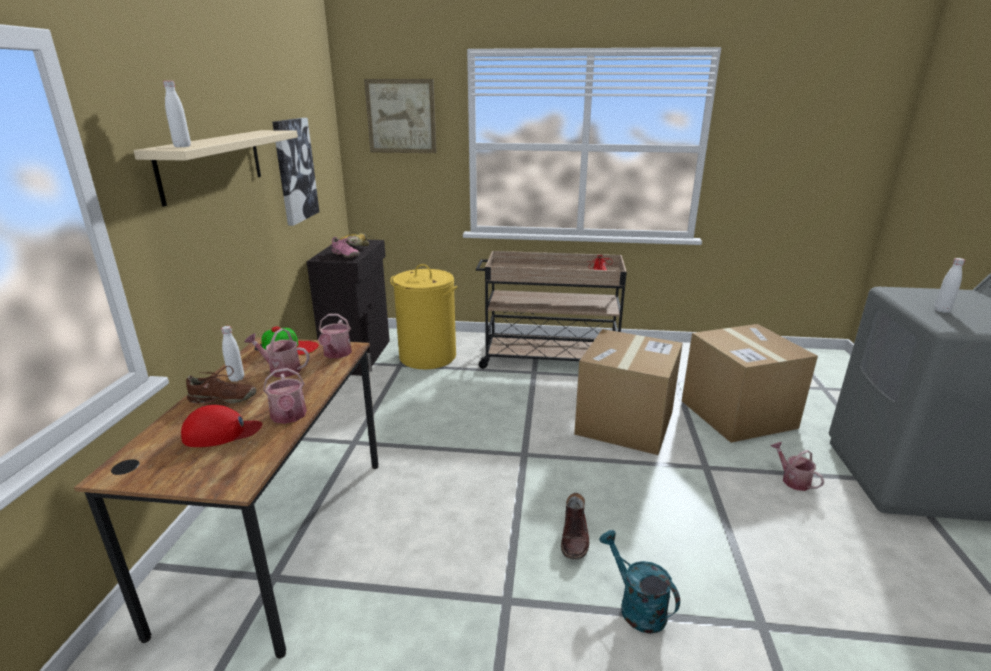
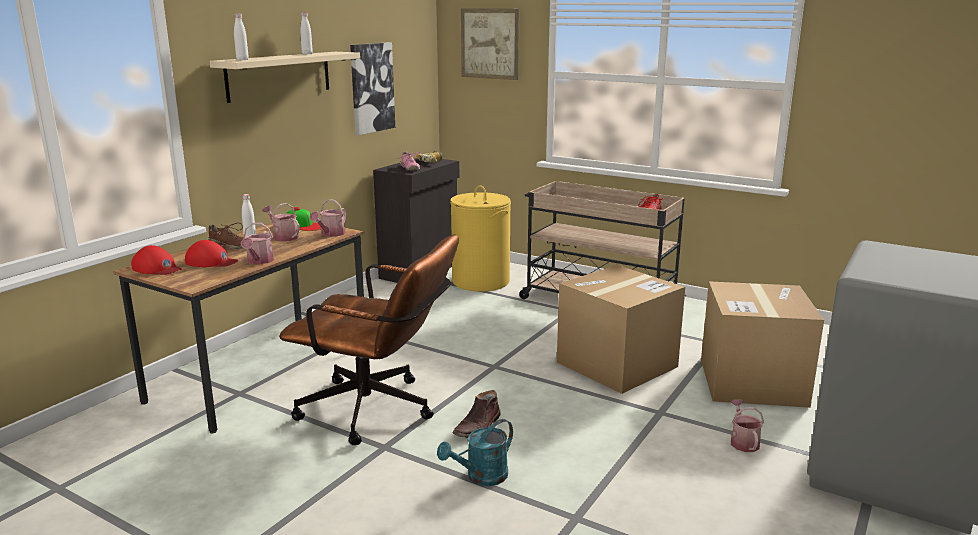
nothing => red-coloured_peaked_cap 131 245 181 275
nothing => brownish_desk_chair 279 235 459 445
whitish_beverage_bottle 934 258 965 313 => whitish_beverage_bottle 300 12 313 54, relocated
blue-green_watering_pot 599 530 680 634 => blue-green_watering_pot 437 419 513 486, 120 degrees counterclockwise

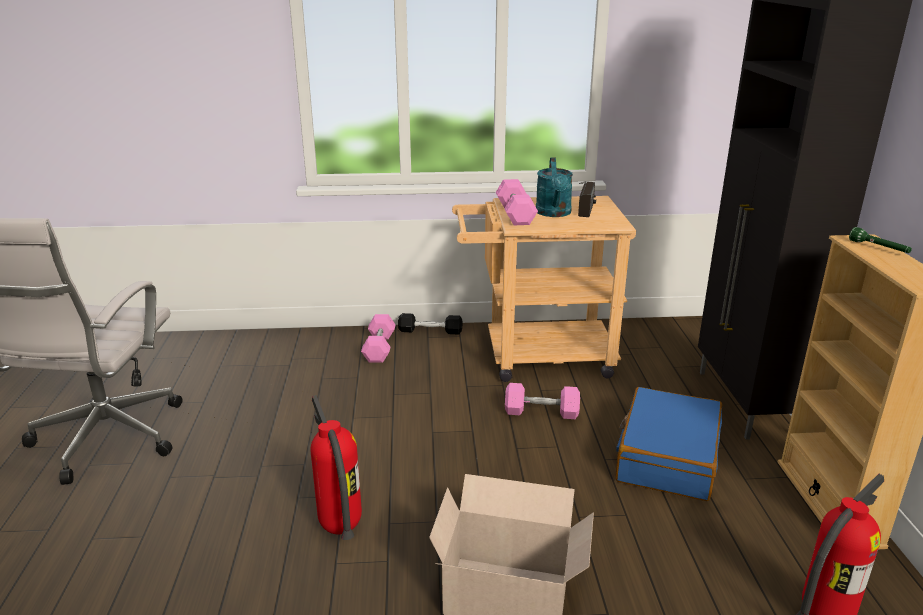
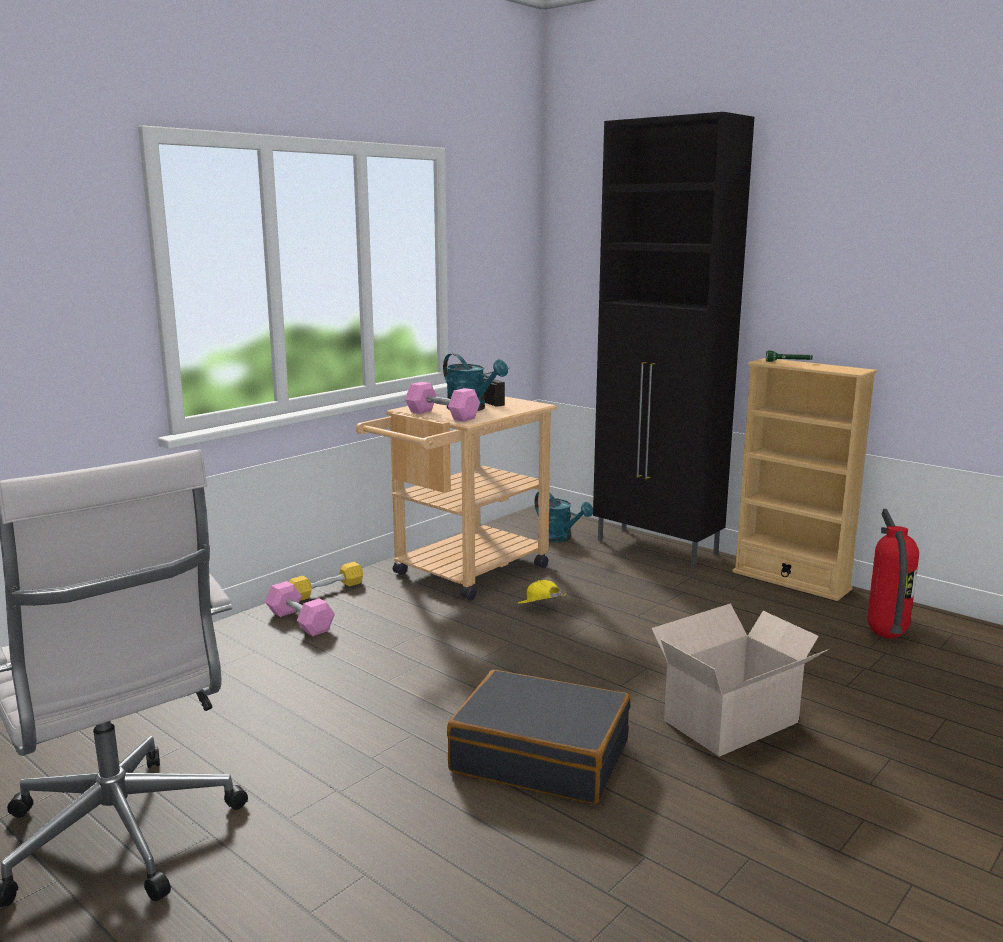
blackish_free_weight 398 313 462 334 => yellowish_free_weight 289 562 363 601
extinguisher 310 395 362 540 => blackish_suitcase 447 670 631 804
pink_free_weight 505 383 580 419 => yellowish_peaked_cap 517 580 566 604
nothing => blue-green_watering_pot 535 491 593 543
blue_suitcase 615 387 722 501 => nothing

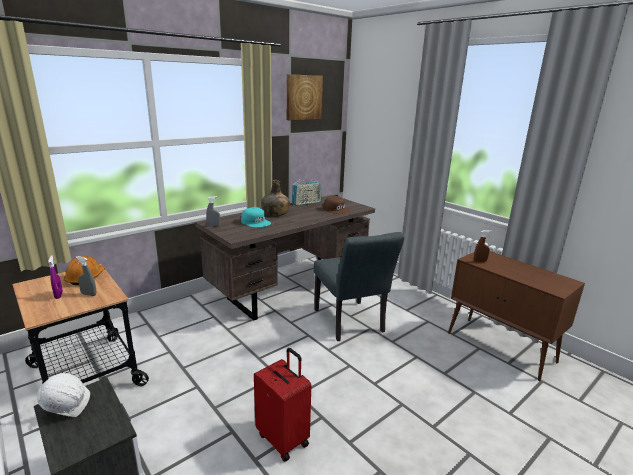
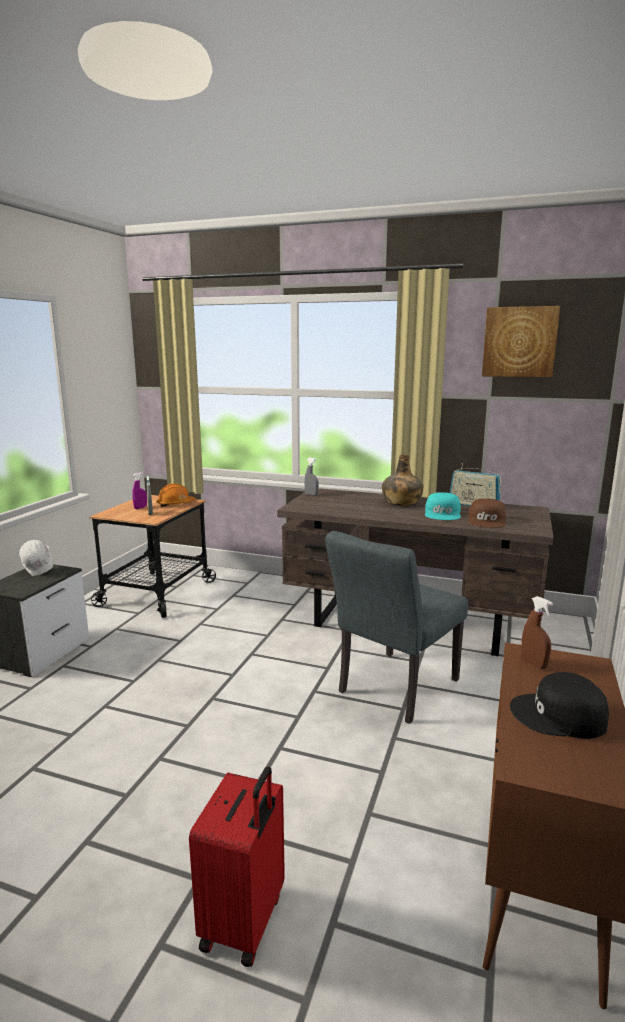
red-coloured_suitcase 254 348 311 462 => red-coloured_suitcase 189 766 285 967, relocated
blue-green_peaked_cap 241 207 271 228 => blue-green_peaked_cap 425 492 461 520, relocated
nothing => blackish_peaked_cap 510 672 609 739

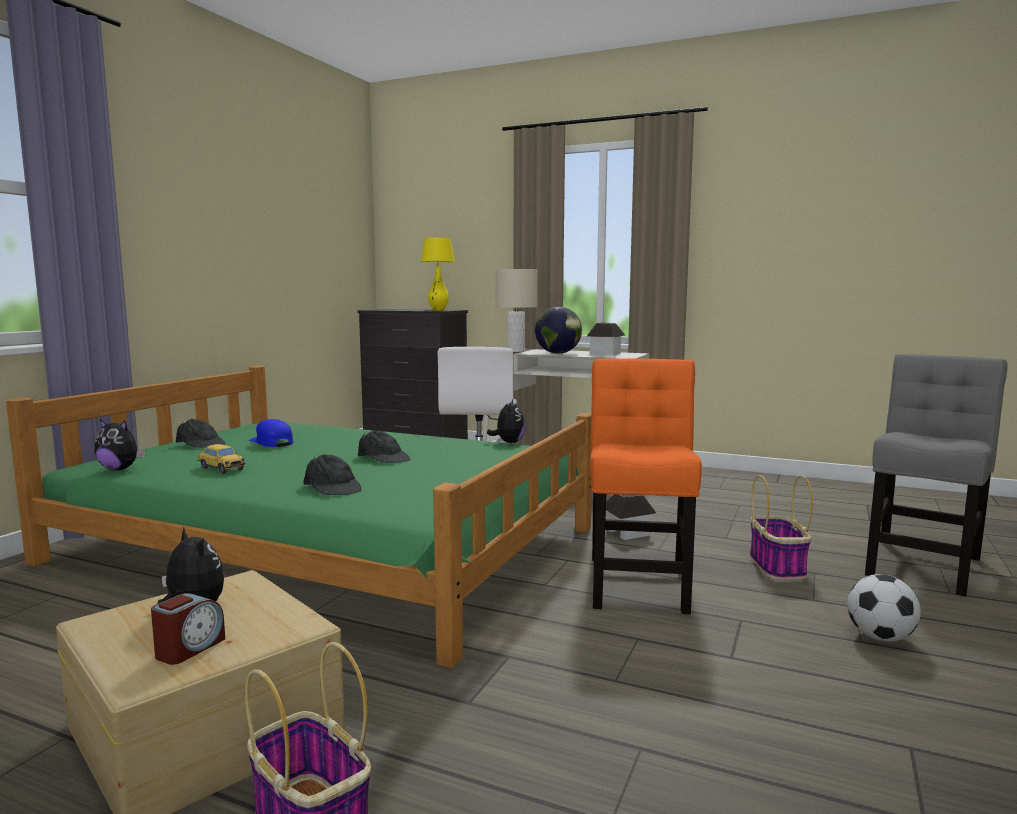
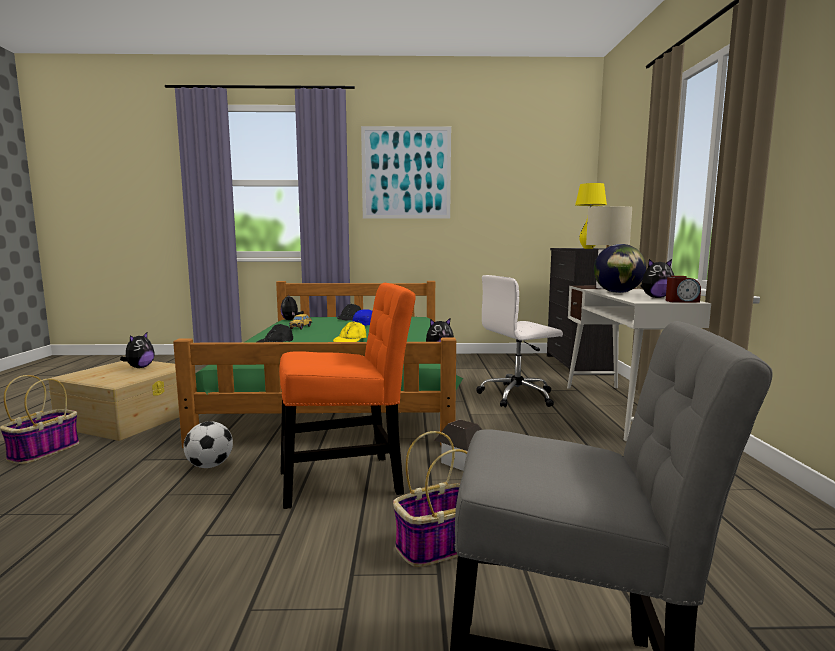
football 847 574 921 642 => football 183 421 233 468, relocated
blackish_peaked_cap 358 430 411 463 => yellowish_peaked_cap 333 321 367 342
nothing => wall_art 361 126 451 219
miniature_house 587 322 625 355 => plush_toy 640 259 674 298
table_clock 151 593 225 665 => table_clock 666 276 701 303, relocated

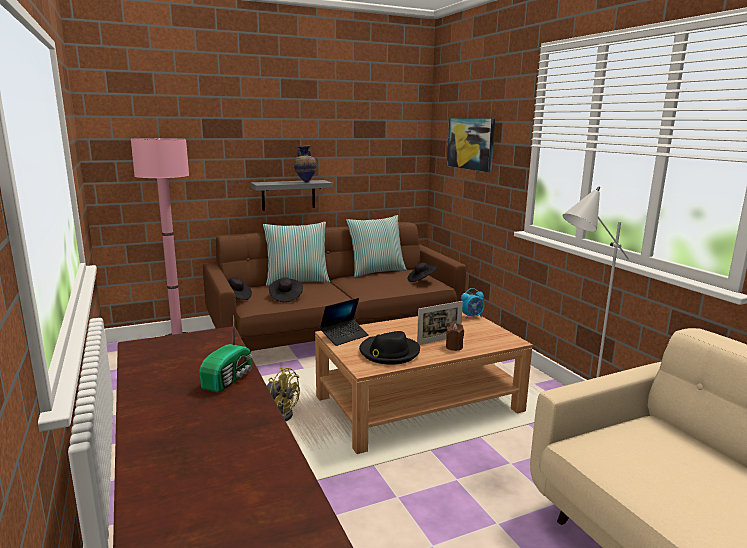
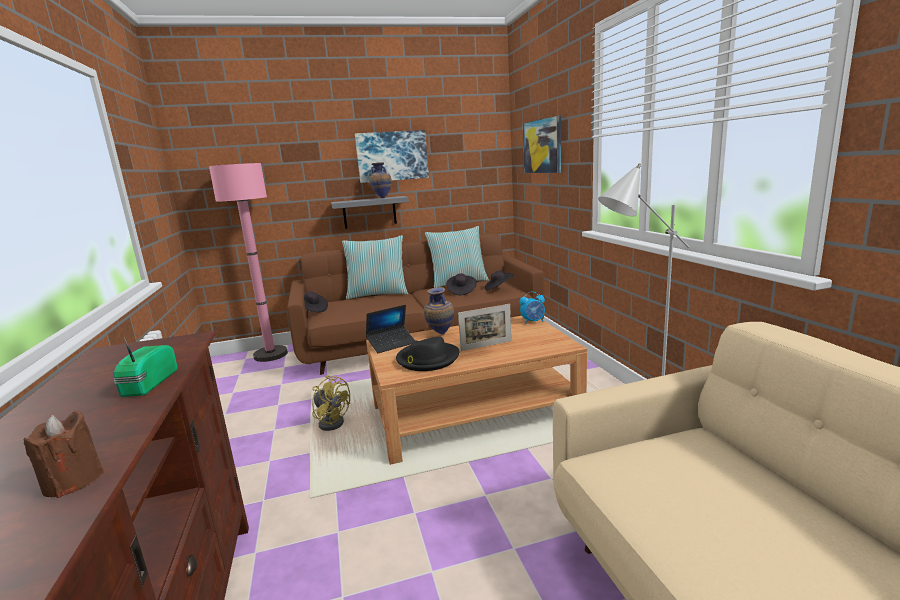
brownish_candle 446 323 464 351 => brownish_candle 24 411 104 498, relocated
radio_set 199 316 252 392 => radio_set 113 337 178 397, 150 degrees clockwise
nothing => wall_art 355 130 429 183
nothing => flower_vase 424 287 454 334
blackish_wearable_hat 269 277 303 302 => blackish_wearable_hat 446 273 477 295, relocated

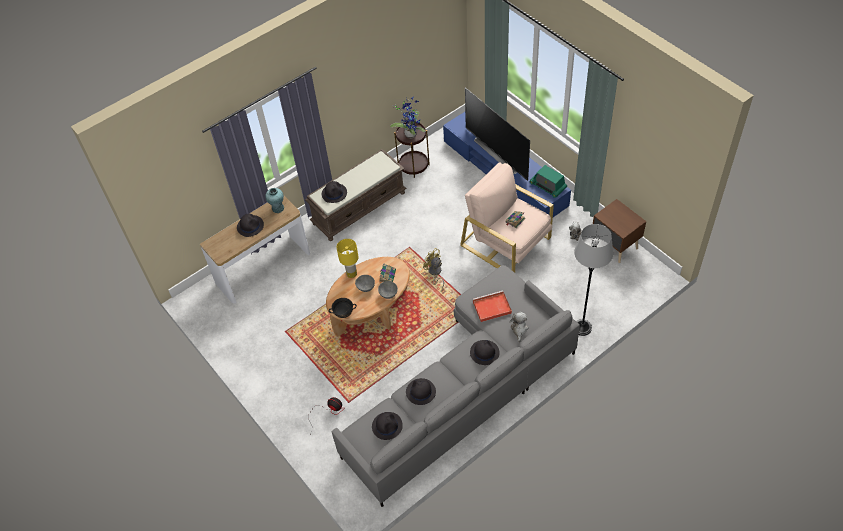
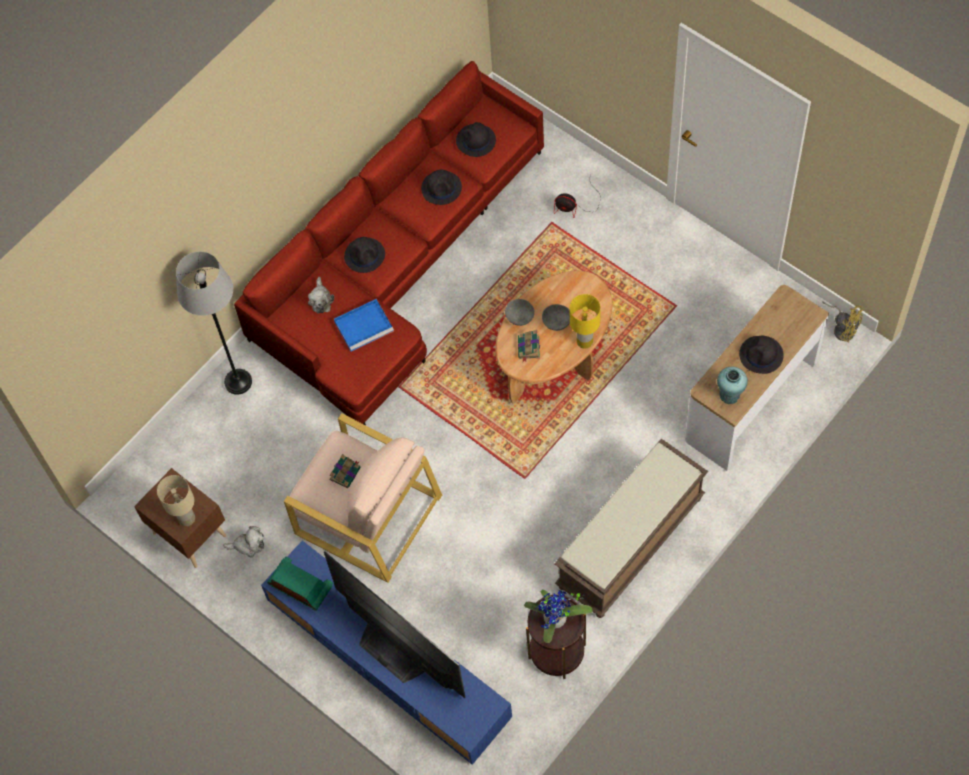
nothing => sand-coloured_lamp_for_a_table 157 475 195 526
greyish_couch 331 265 580 507 => red-coloured_couch 234 61 544 425
red-coloured_tray 473 291 512 322 => blue_tray 334 299 394 352
yellowish_cooling_fan 423 248 444 289 => yellowish_cooling_fan 822 301 864 343, relocated
blackish_wearable_hat 322 181 347 203 => nothing
blackish_deep_dish 329 298 357 318 => nothing

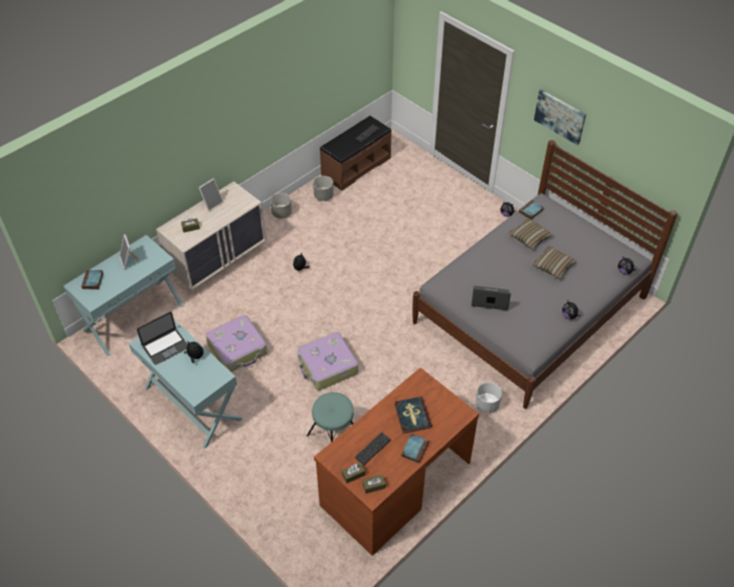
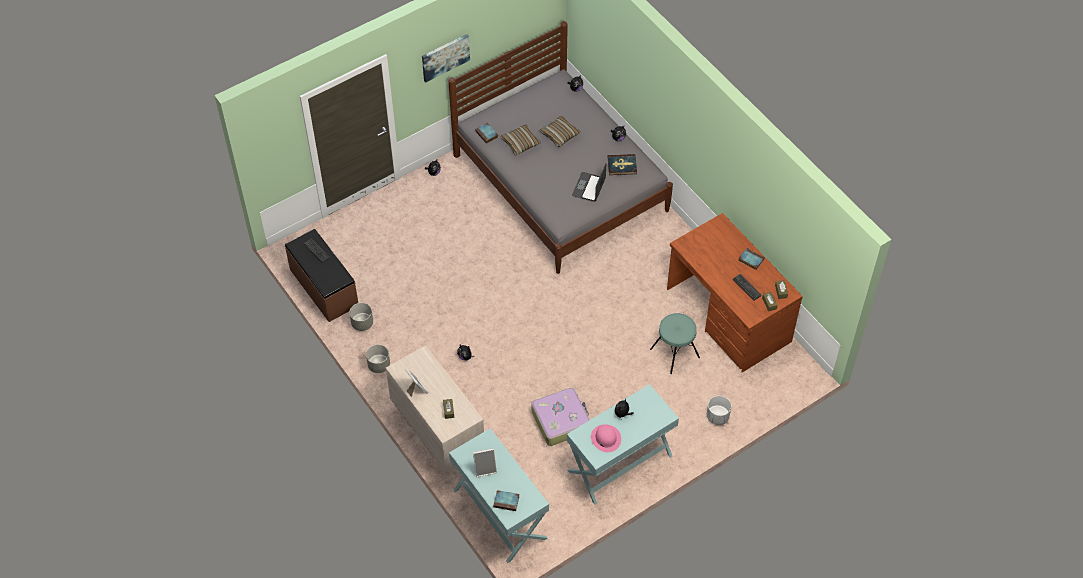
laptop 137 312 188 365 => pink_wearable_hat 591 424 621 452
volume 395 397 432 434 => volume 608 154 637 175, relocated
whitish_plant_pot 476 382 502 413 => whitish_plant_pot 707 396 731 425, relocated
suitcase 297 332 358 390 => nothing

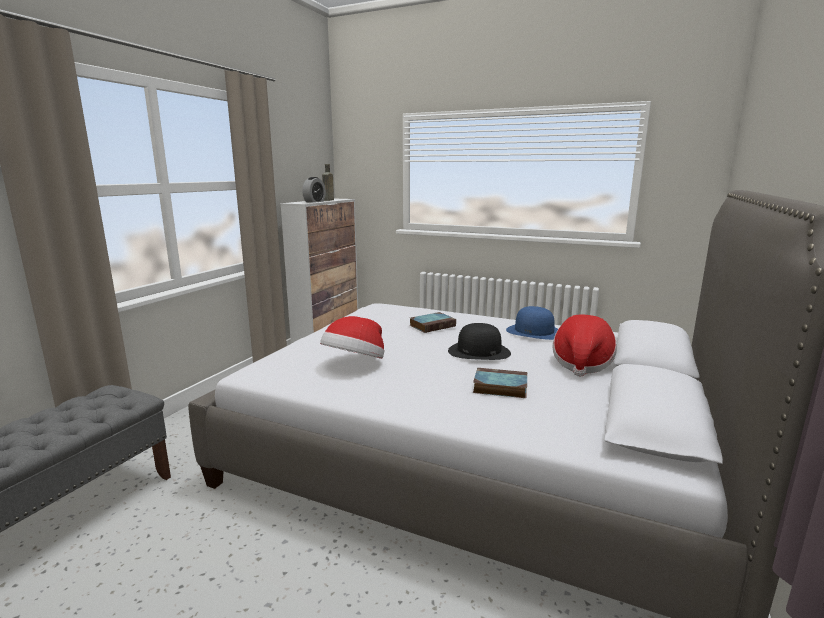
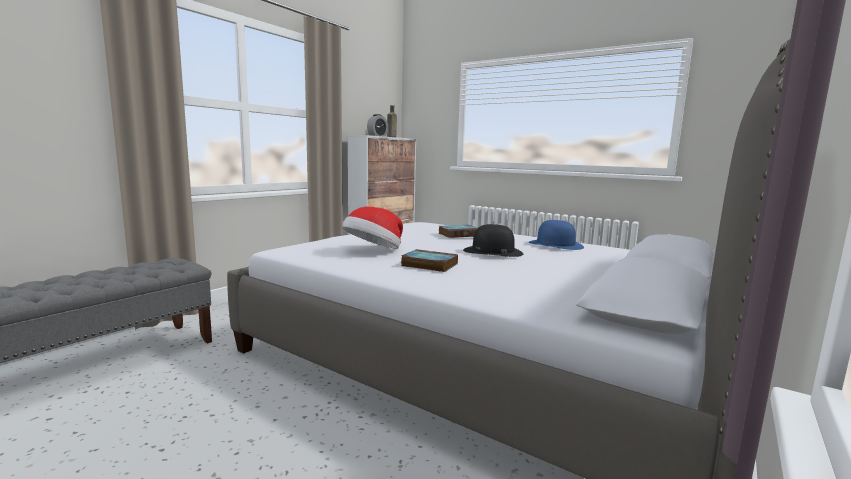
volume 473 368 527 398 => volume 401 249 458 272, relocated
wearable_hat 552 314 617 377 => nothing

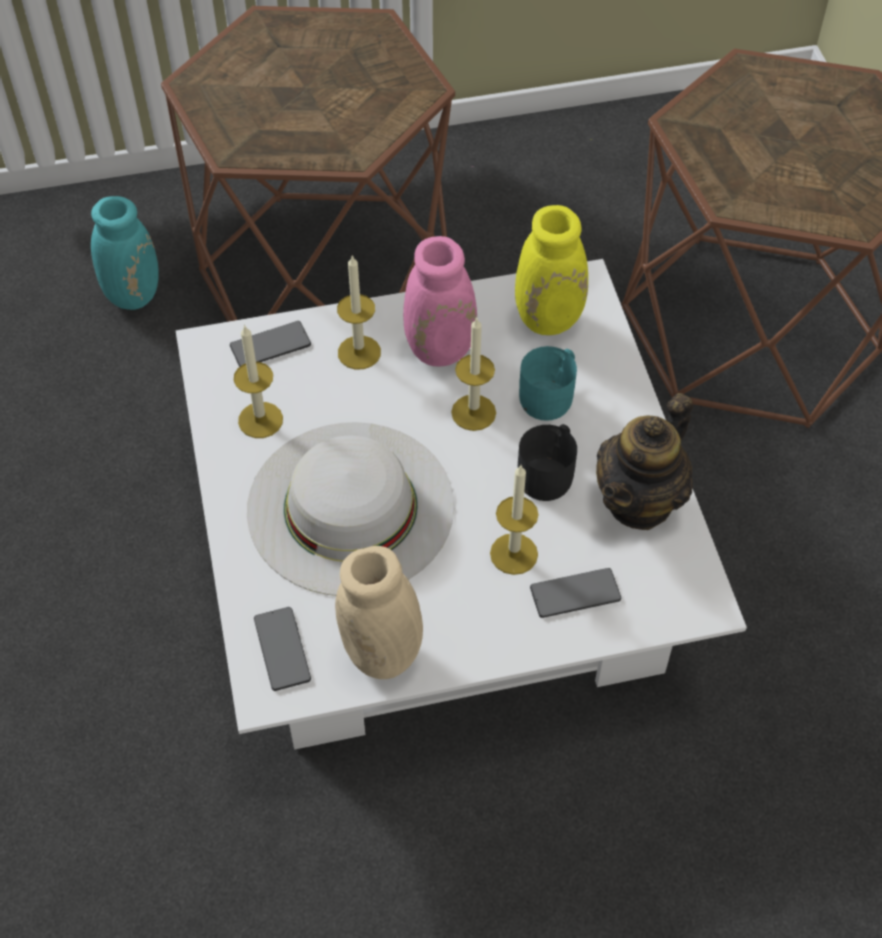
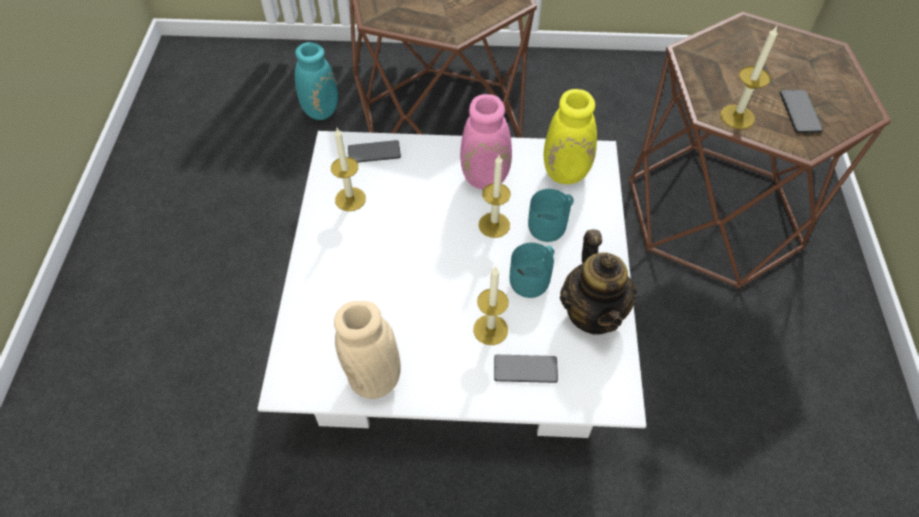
blackish_coffee_mug 518 424 577 501 => blue-green_coffee_mug 509 243 554 298
pot_for_tea 596 393 693 530 => pot_for_tea 560 229 637 335, 60 degrees counterclockwise
candle 337 255 381 370 => candle 720 26 778 129, relocated
phone 254 607 311 691 => phone 780 90 823 133, relocated
whitish_wearable_hat 247 422 454 596 => nothing

